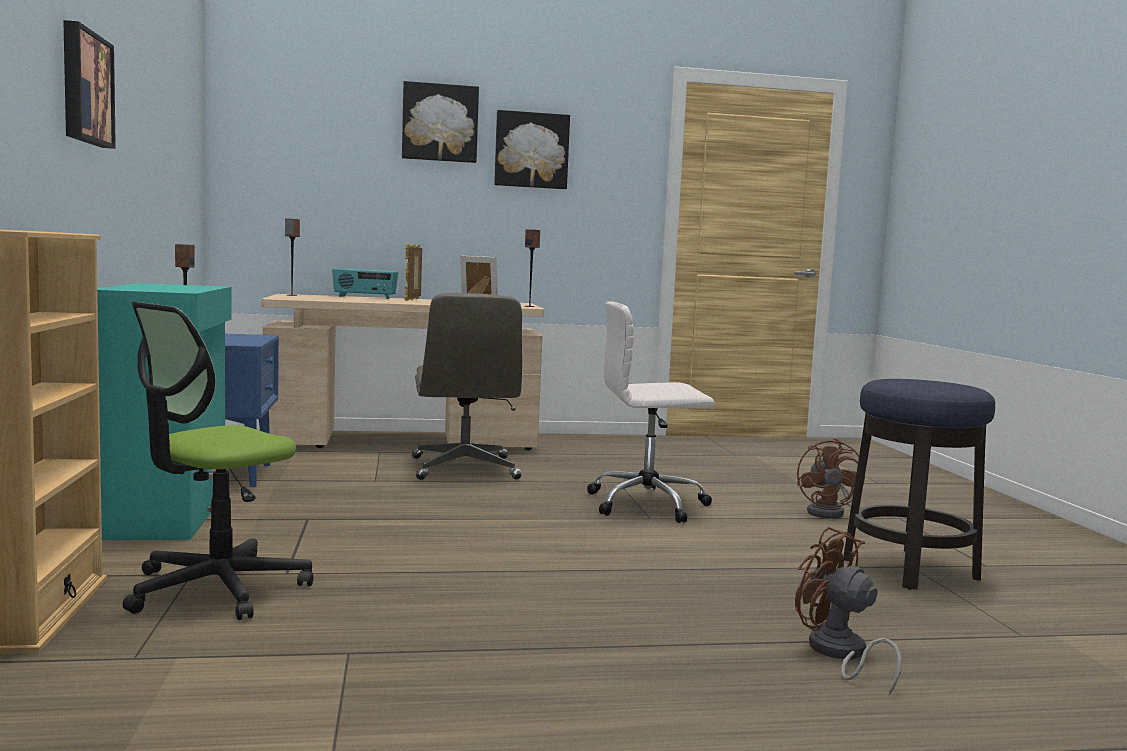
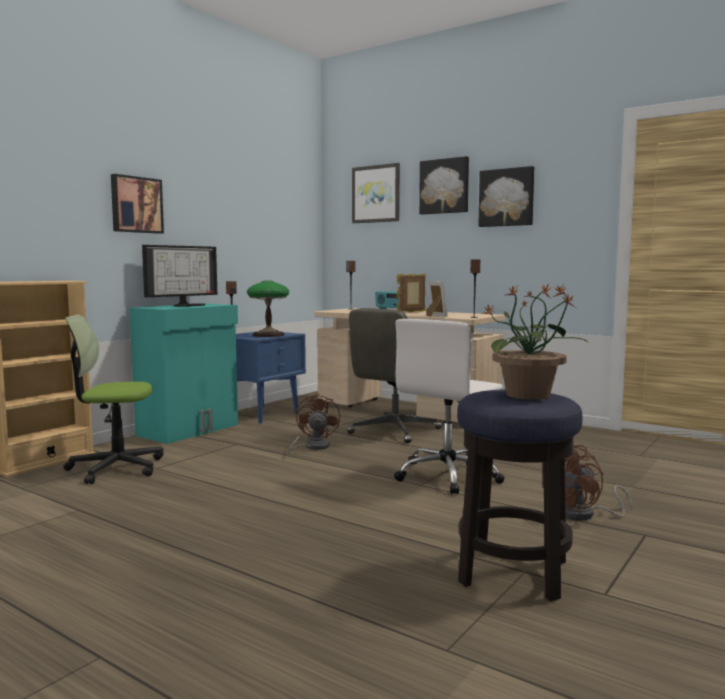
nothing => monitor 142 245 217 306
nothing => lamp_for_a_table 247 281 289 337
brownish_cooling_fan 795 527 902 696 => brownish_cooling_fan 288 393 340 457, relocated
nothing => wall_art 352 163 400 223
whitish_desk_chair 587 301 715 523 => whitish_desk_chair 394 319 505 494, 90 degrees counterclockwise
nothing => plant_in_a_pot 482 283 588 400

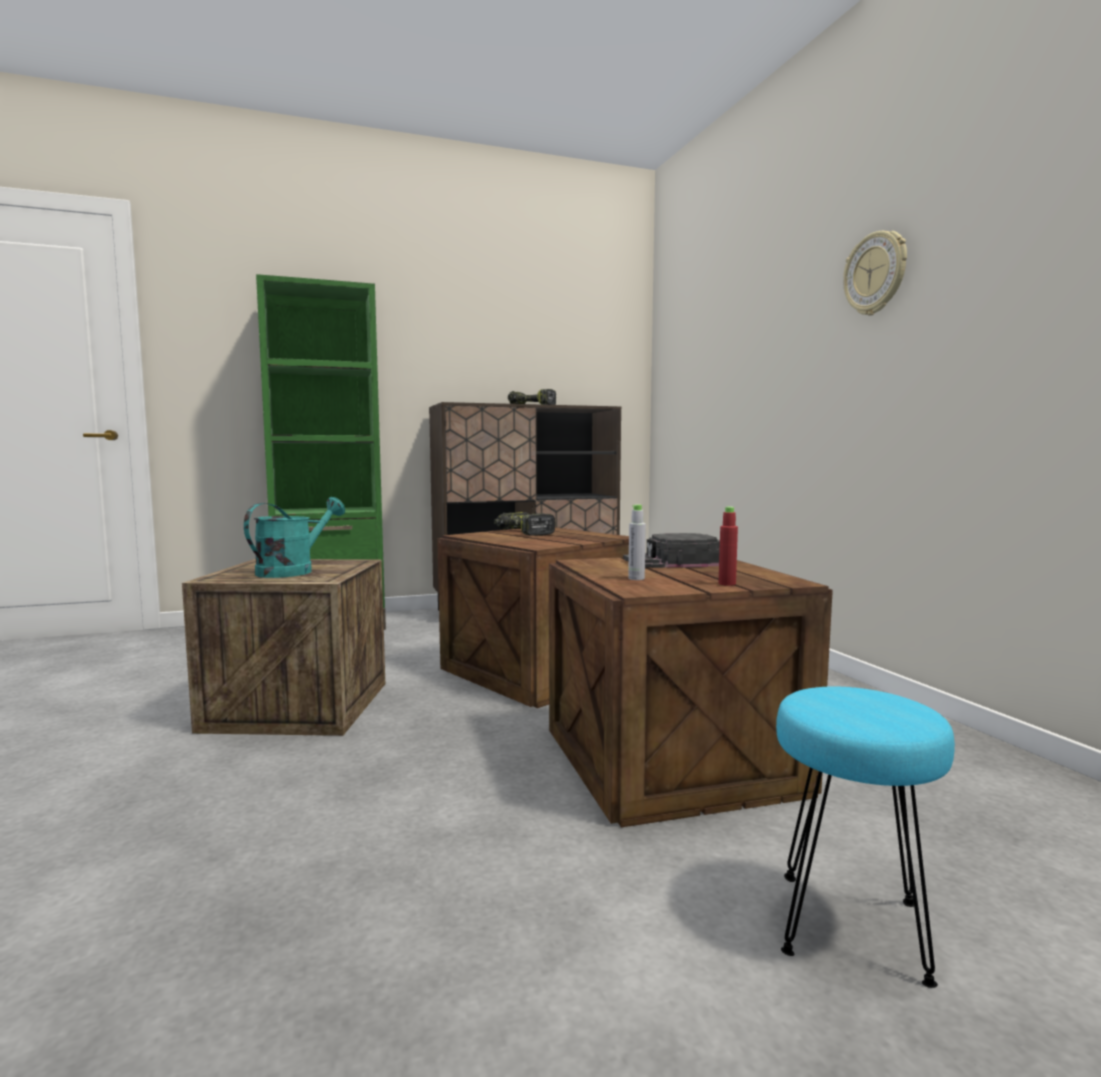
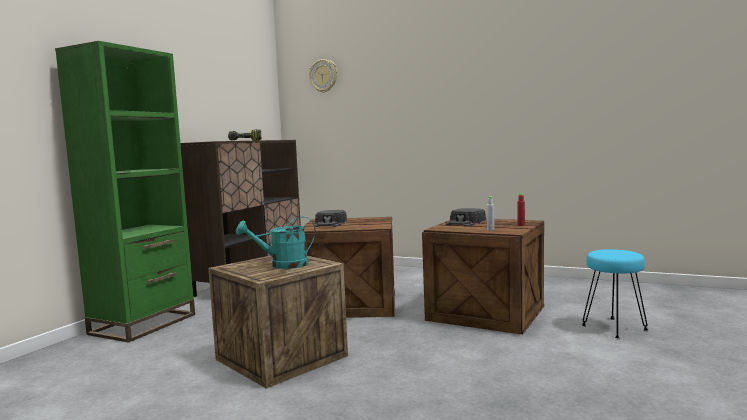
blue-green_watering_pot 244 497 345 578 => blue-green_watering_pot 236 217 315 269, 90 degrees counterclockwise
hanging_clock 843 231 907 315 => hanging_clock 309 59 337 93, relocated
drill 494 512 556 536 => blackish_peaked_cap 314 210 347 227

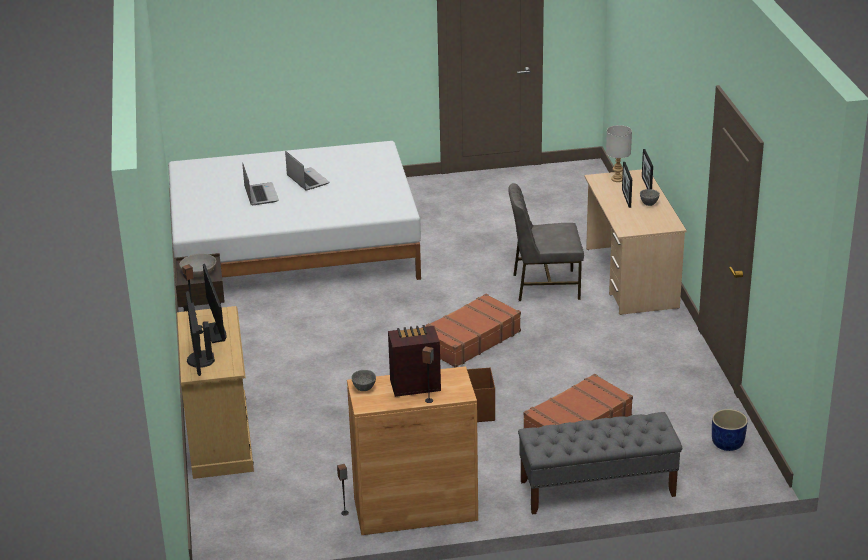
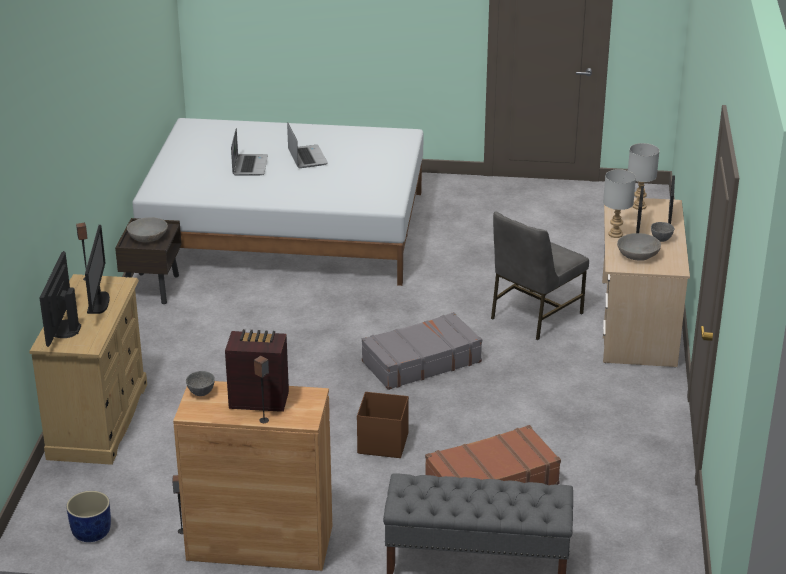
blue_plant_pot 712 409 748 451 => blue_plant_pot 66 491 111 542, relocated
brownish_suitcase 422 294 521 367 => greyish_suitcase 362 312 482 390
greyish_upright_chair 508 183 584 301 => greyish_upright_chair 491 212 589 340, 60 degrees counterclockwise
nothing => greyish_lamp_for_a_table 603 169 636 238
nothing => greyish_deep_dish 617 233 661 261

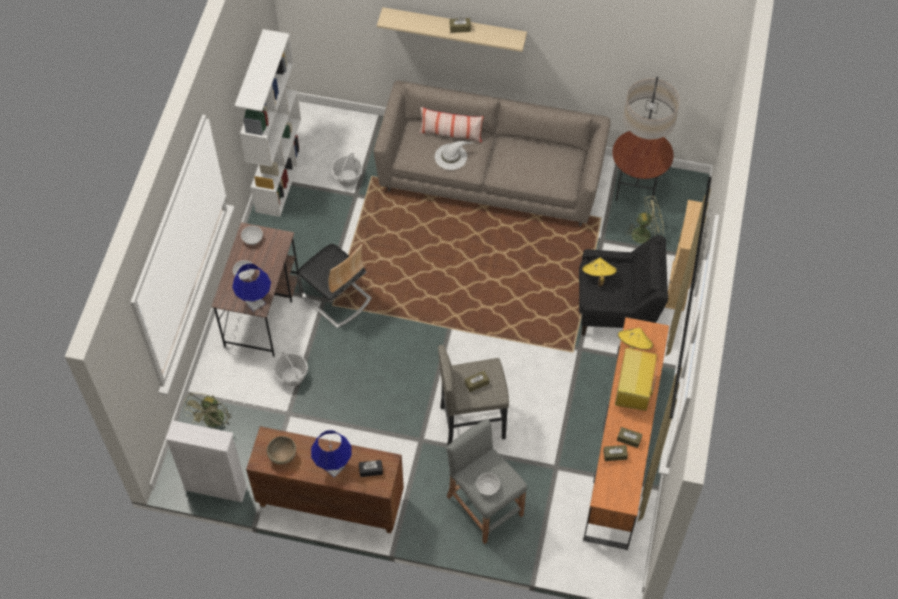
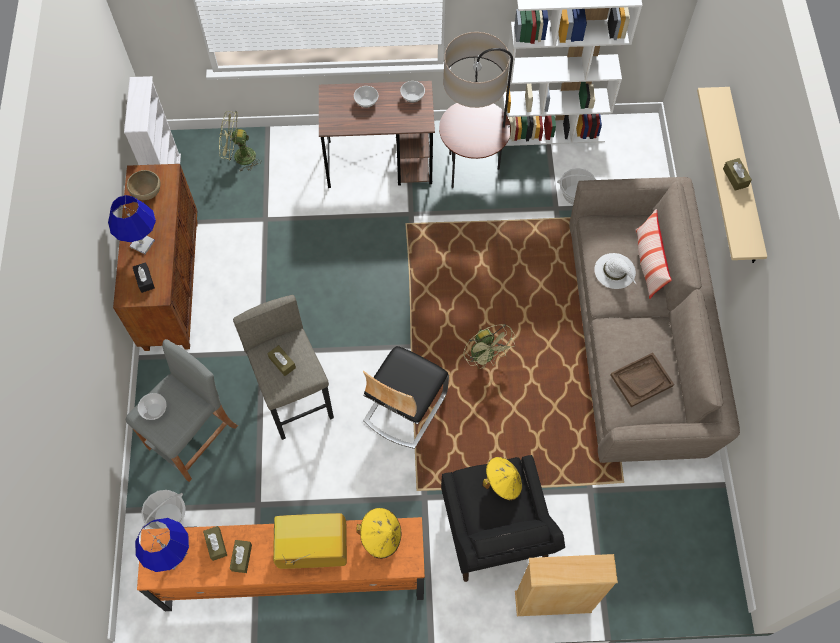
blue_lamp_for_a_table 232 263 271 312 => blue_lamp_for_a_table 135 518 189 572, relocated
basket 274 352 308 386 => basket 141 490 186 529, relocated
upright_chair 296 244 372 328 => upright_chair 363 346 449 449, relocated
standard_lamp 612 76 680 207 => standard_lamp 439 32 513 188, relocated
green_cooling_fan 625 196 664 243 => green_cooling_fan 463 324 516 369, relocated
nothing => brownish_tray 610 353 674 407

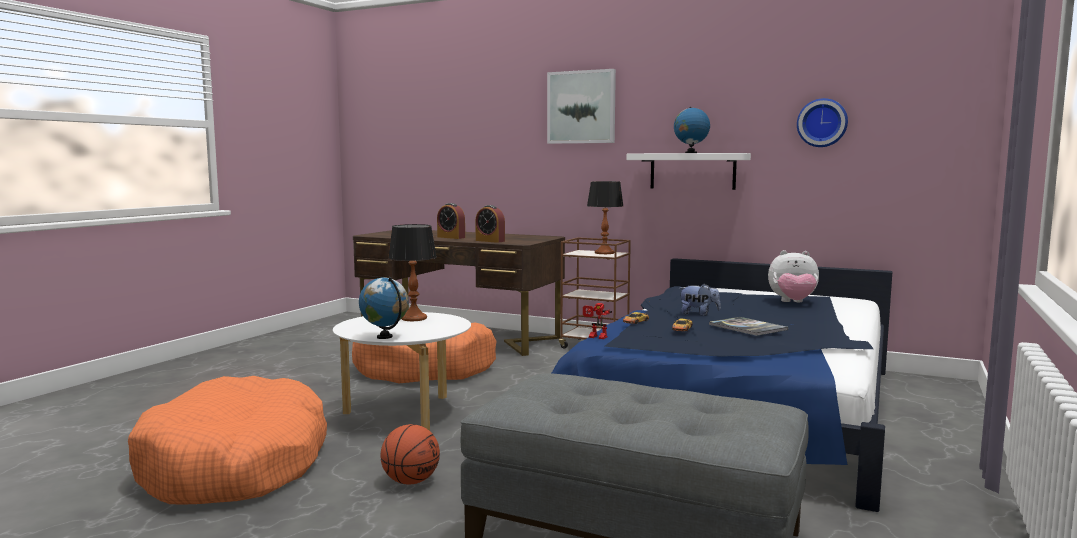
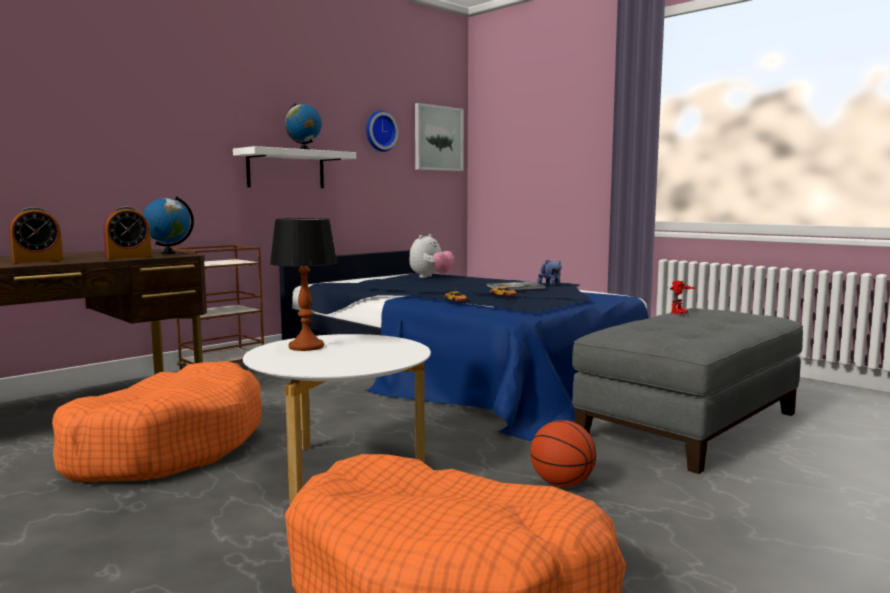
desk_globe 359 277 409 339 => desk_globe 143 196 194 254, relocated
wall_art 547 69 616 144 => wall_art 415 103 464 171, relocated
plush_toy 679 284 721 316 => plush_toy 537 260 561 286, relocated
robot_figure 583 303 612 339 => robot_figure 670 280 696 314, relocated
lamp_for_a_table 587 181 623 254 => nothing

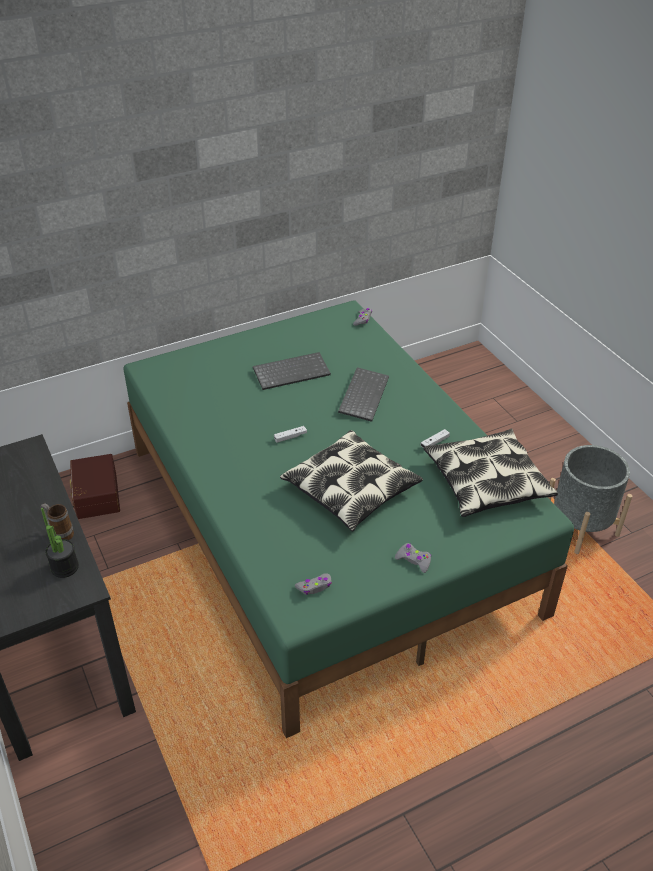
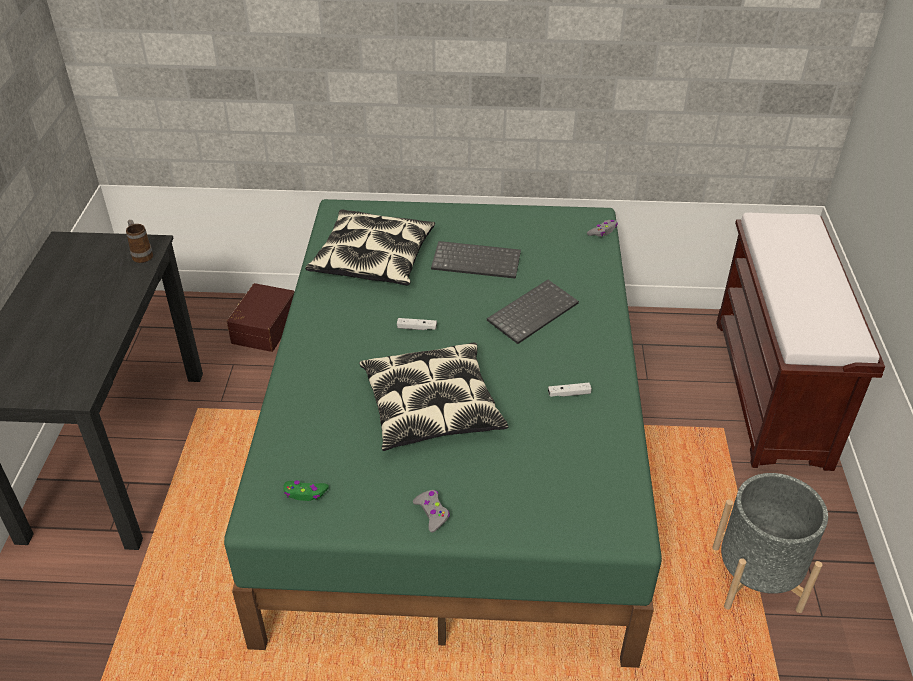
coffee_mug 40 503 74 540 => coffee_mug 126 220 153 263, relocated
greyish_joypad 295 573 332 595 => green_joypad 283 481 329 501
pillow 424 428 558 517 => pillow 305 209 435 285, relocated
nothing => brownish_indoor_bench 716 213 885 471
plant_in_a_pot 41 508 79 578 => nothing

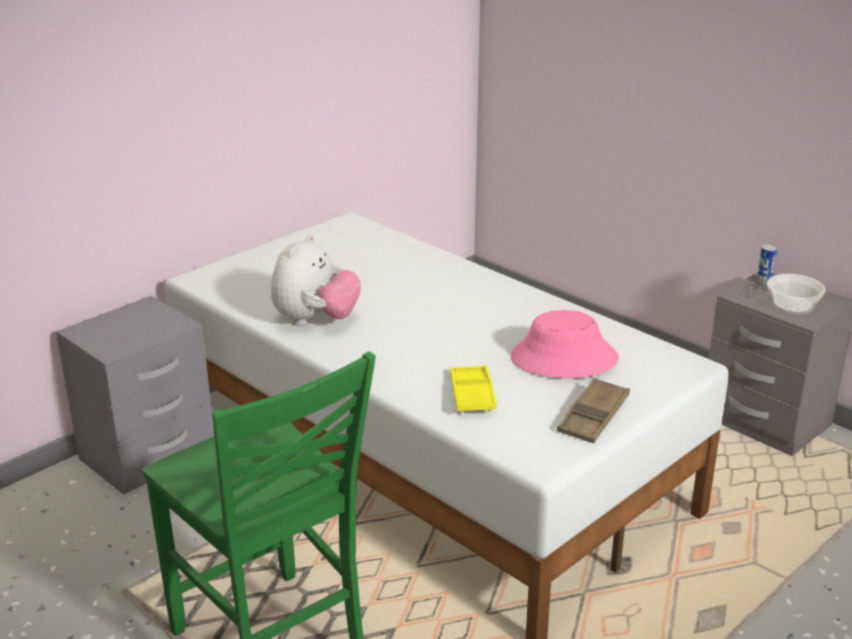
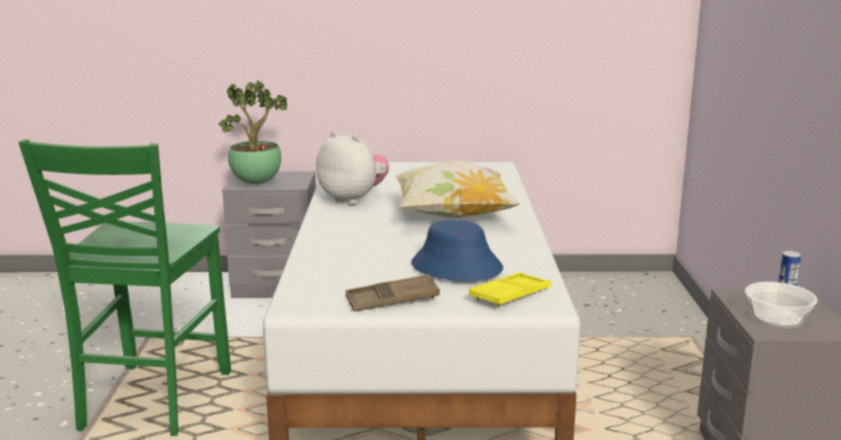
nothing => plant_in_a_pot 219 80 287 184
plush_toy 271 234 361 326 => plush_toy 316 131 389 205, 120 degrees counterclockwise
nothing => pillow 395 161 520 219
pink_wearable_hat 510 310 619 378 => blue_wearable_hat 411 220 503 281
yellowish_tray 450 365 497 413 => yellowish_tray 469 272 551 307, relocated

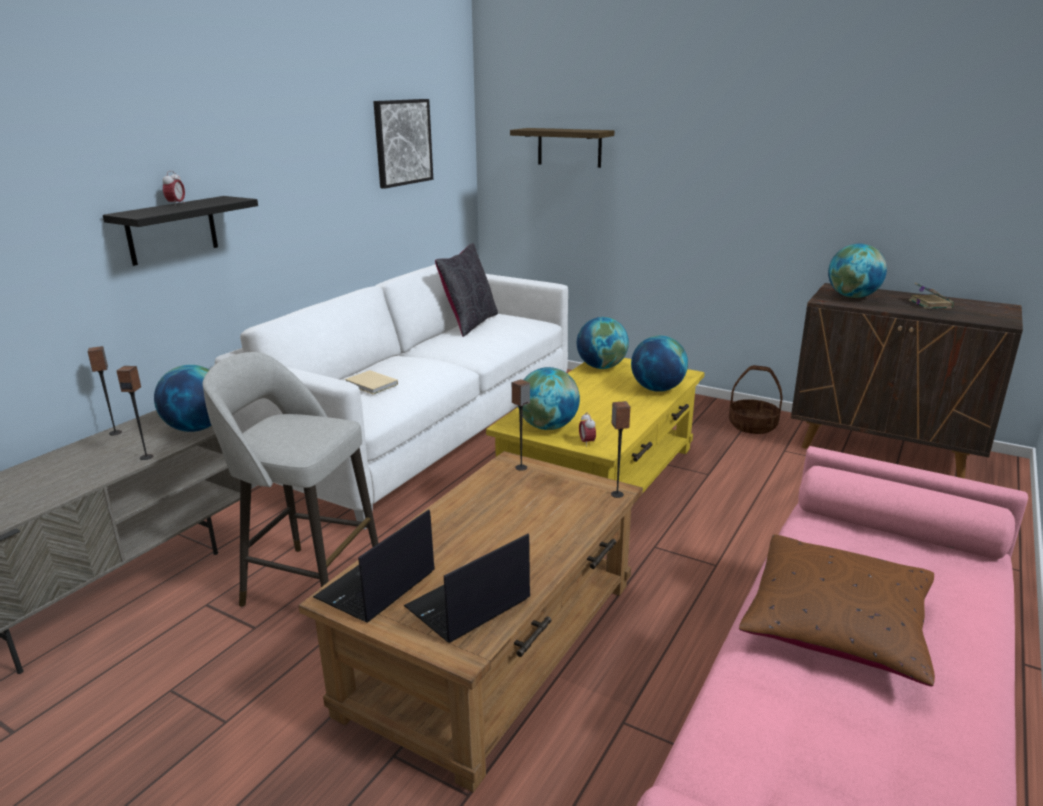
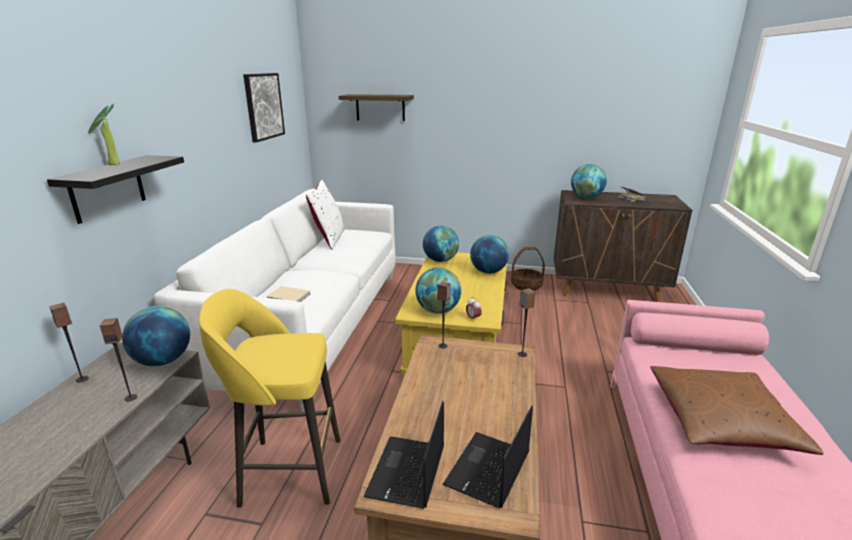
table_clock 162 171 185 206 => plant_in_a_pot 88 104 120 165
greyish_stool 202 352 378 607 => yellowish_stool 199 289 341 508
blackish_pillow 435 243 498 337 => whitish_pillow 306 180 345 250

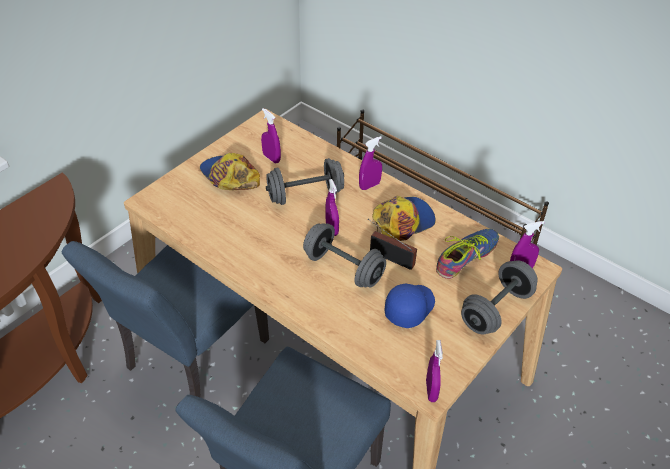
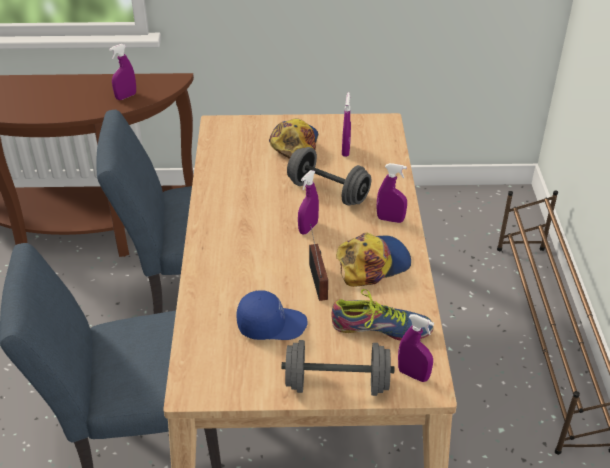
purplish_hand_sprayer 426 340 443 402 => purplish_hand_sprayer 109 44 136 100, relocated
peaked_cap 372 196 436 241 => peaked_cap 336 233 411 287, 45 degrees counterclockwise
greyish_free_weight 303 223 386 288 => nothing

